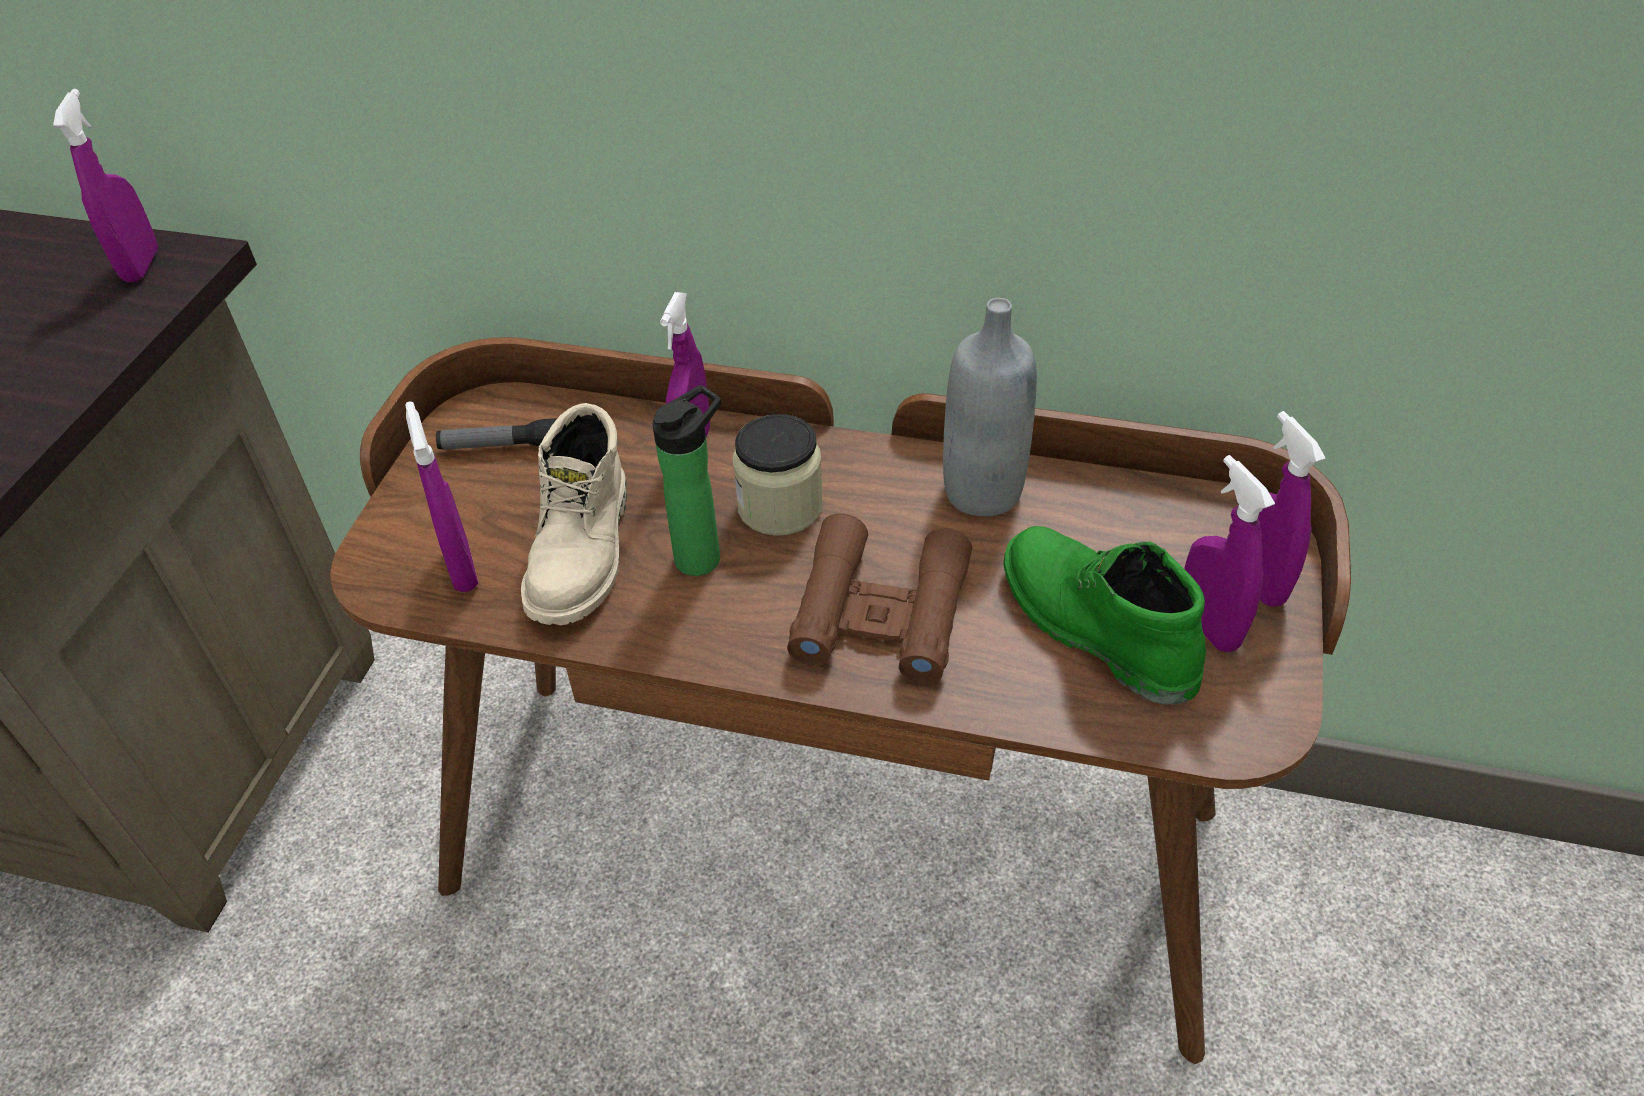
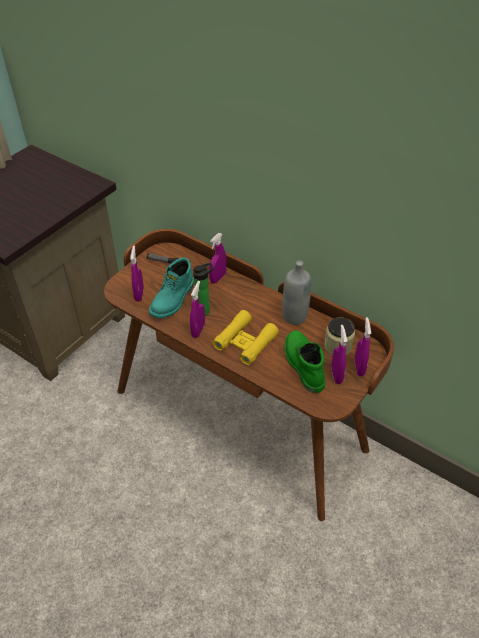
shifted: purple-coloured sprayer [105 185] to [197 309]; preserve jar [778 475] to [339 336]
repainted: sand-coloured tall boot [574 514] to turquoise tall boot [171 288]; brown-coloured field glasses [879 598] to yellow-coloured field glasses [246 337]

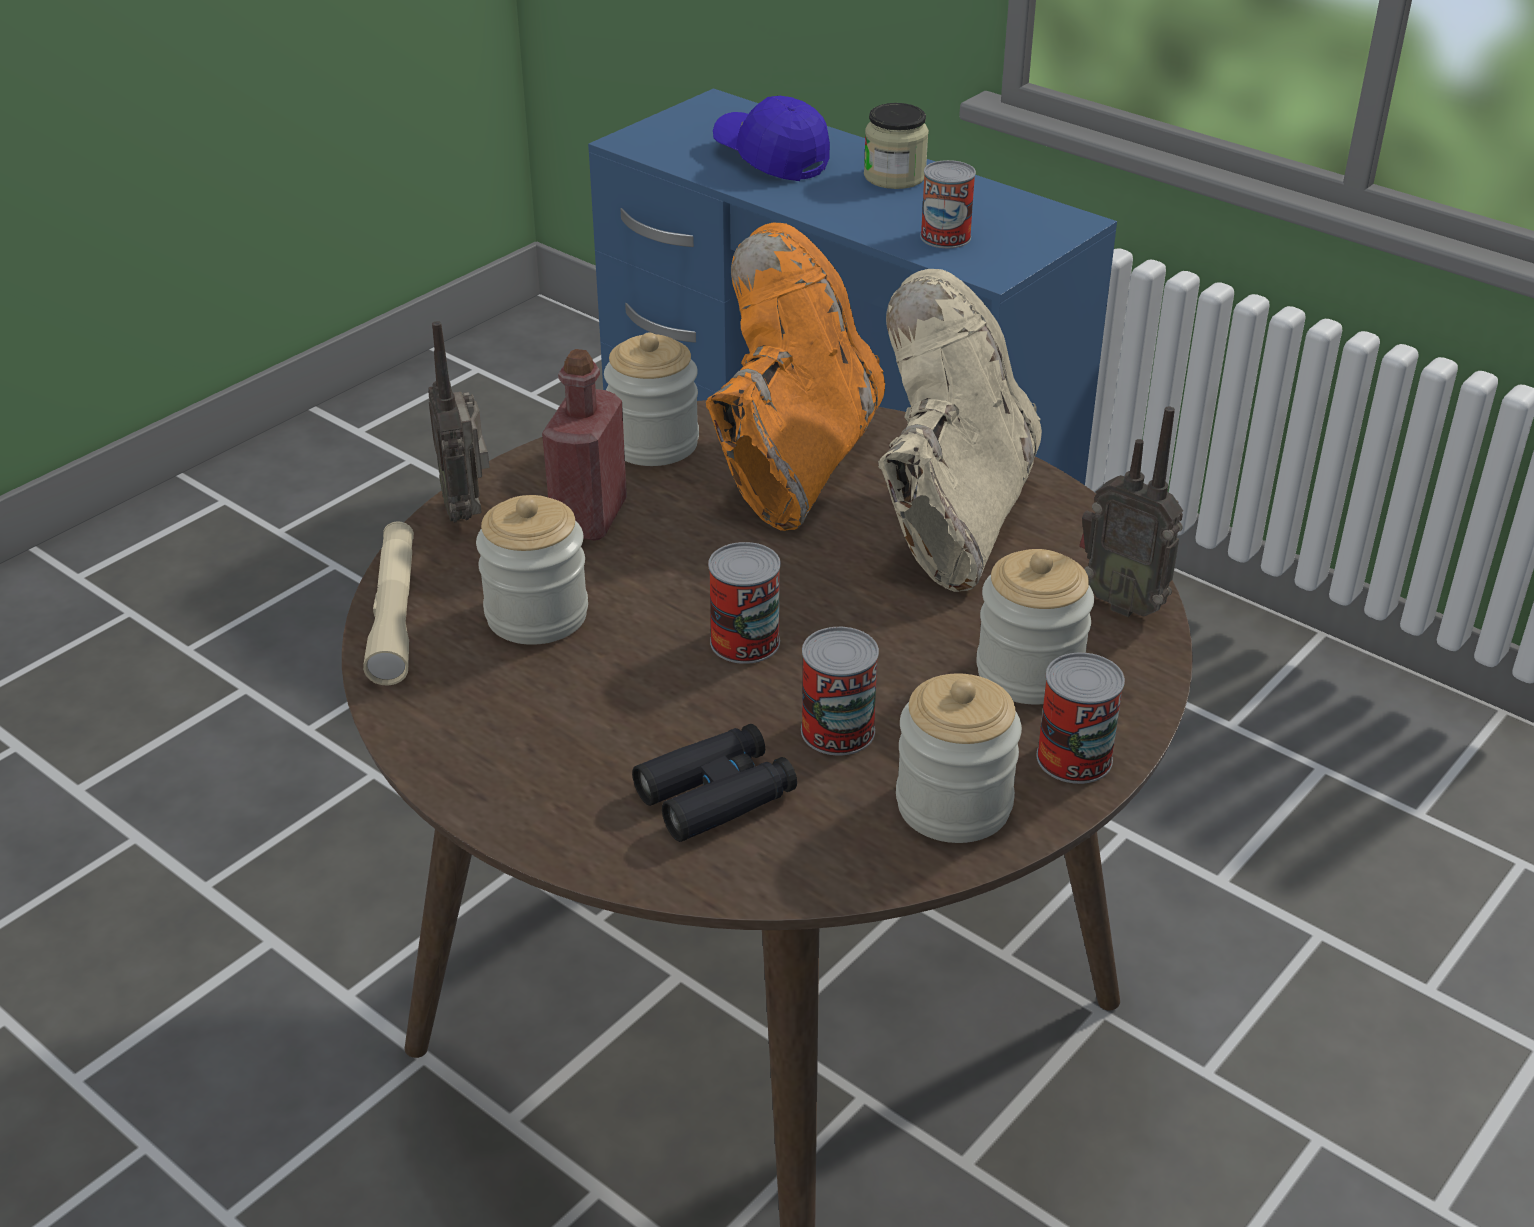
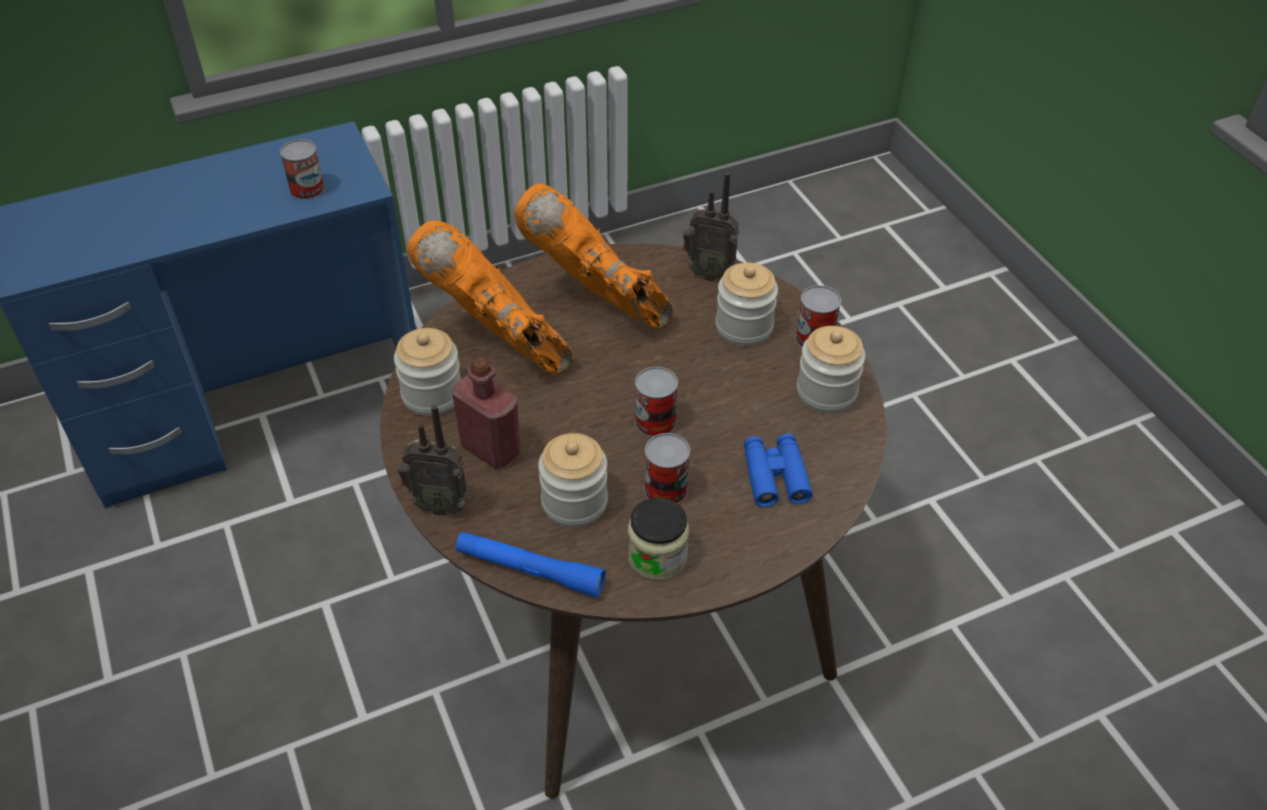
gone: blue cap [771 138]
shifted: preserve jar [896 146] to [658 539]; can [840 691] to [667 468]
repainted: sand-coloured flashlight [388 603] to blue flashlight [530 564]; sand-coloured tall boot [960 430] to orange-coloured tall boot [594 256]; blackish field glasses [714 783] to blue field glasses [778 470]
rotated: radio set [1131 512] = [711 227] 45 degrees clockwise

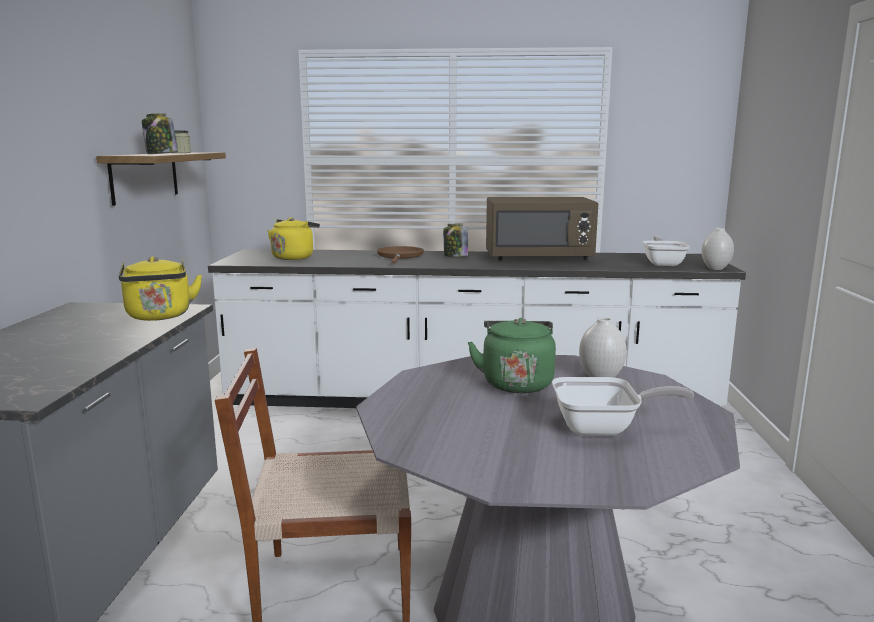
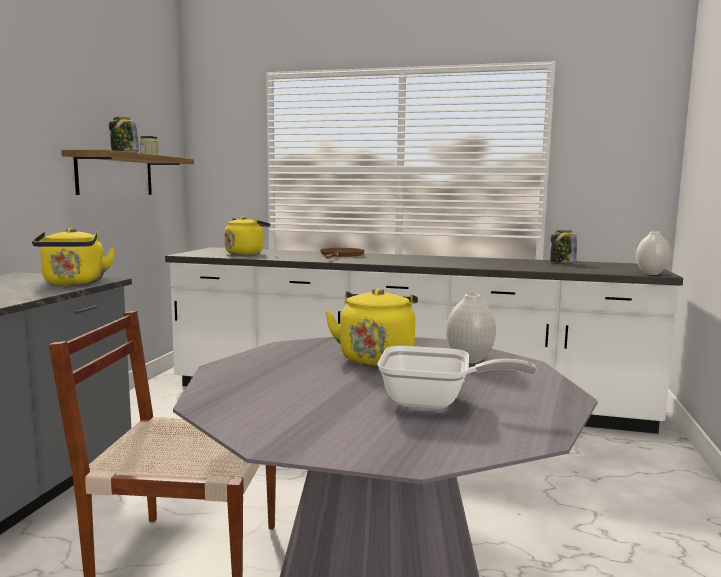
gone: brown-coloured microwave [542 228]; frying pan [666 251]
shifted: preserve jar [455 240] to [563 246]
repainted: green tea kettle [512 355] to yellow-coloured tea kettle [371 327]

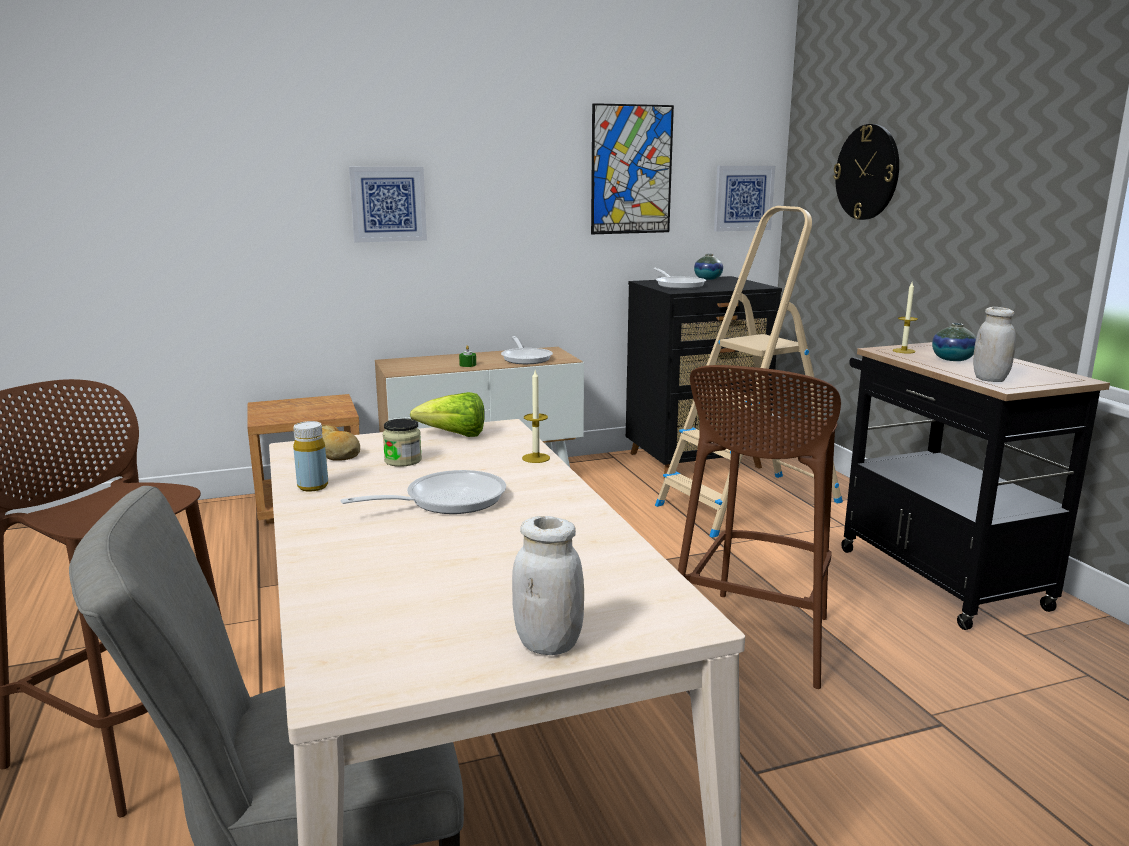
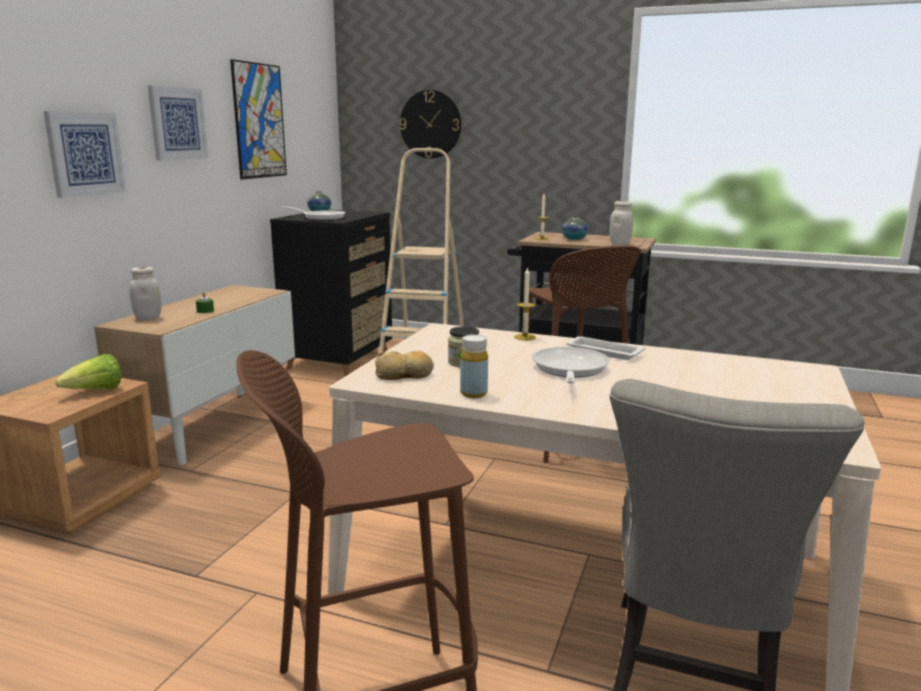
gone: frying pan [527 350]
new: whitish serving tray [605 348]
shifted: head of lettuce [447 414] to [88 371]; whitish preserve jar [548 585] to [145 293]; wall picture [744 199] to [178 123]

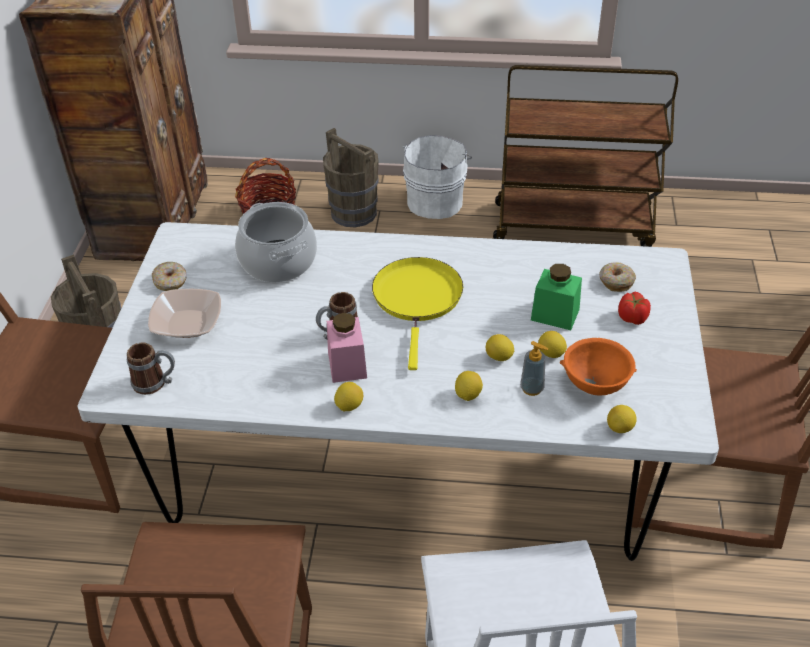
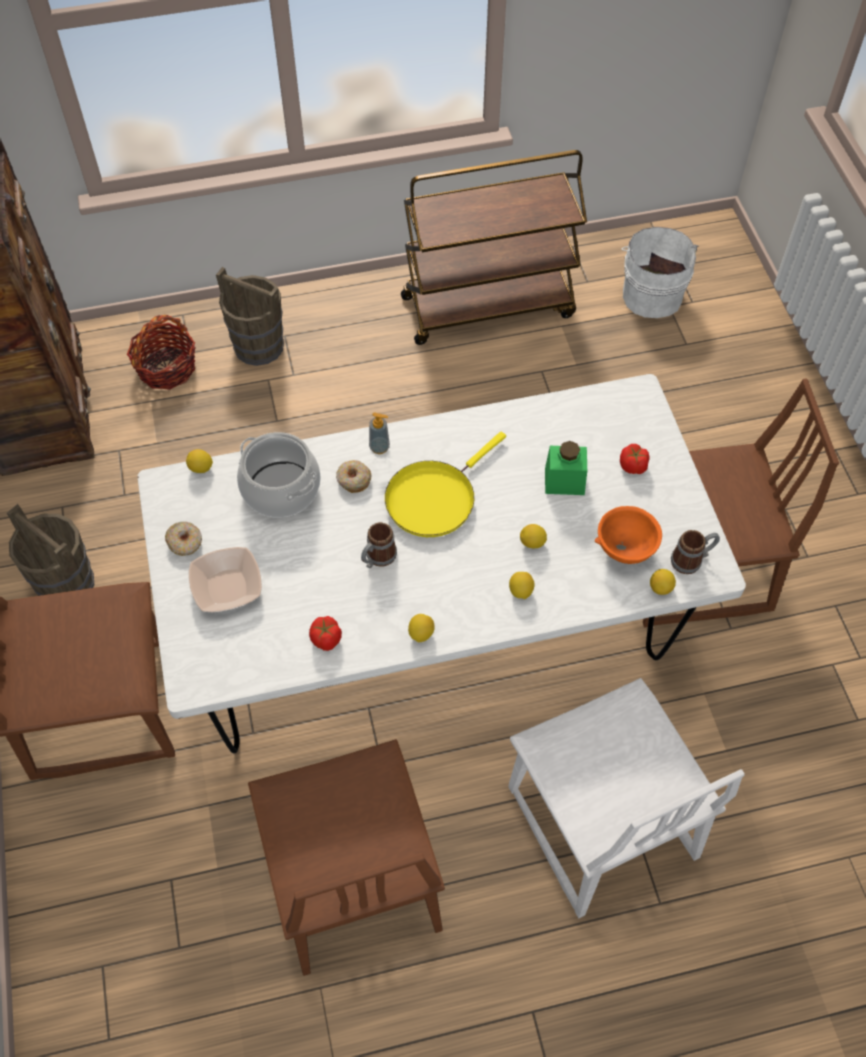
gone: pink preserve jar [347 348]
new: fresh tomato [325 633]
shifted: lemon [552 344] to [199 461]; doughnut [617 277] to [354 476]; liquid soap bottle [534 368] to [379 433]; whitish bucket [437 177] to [660 272]; mug [151 368] to [695 552]
rotated: yellow-coloured frying pan [417 313] = [445 484] 120 degrees counterclockwise

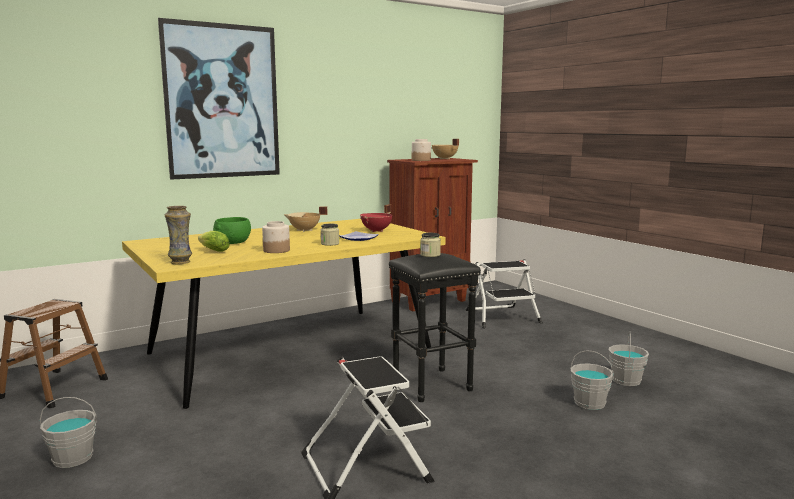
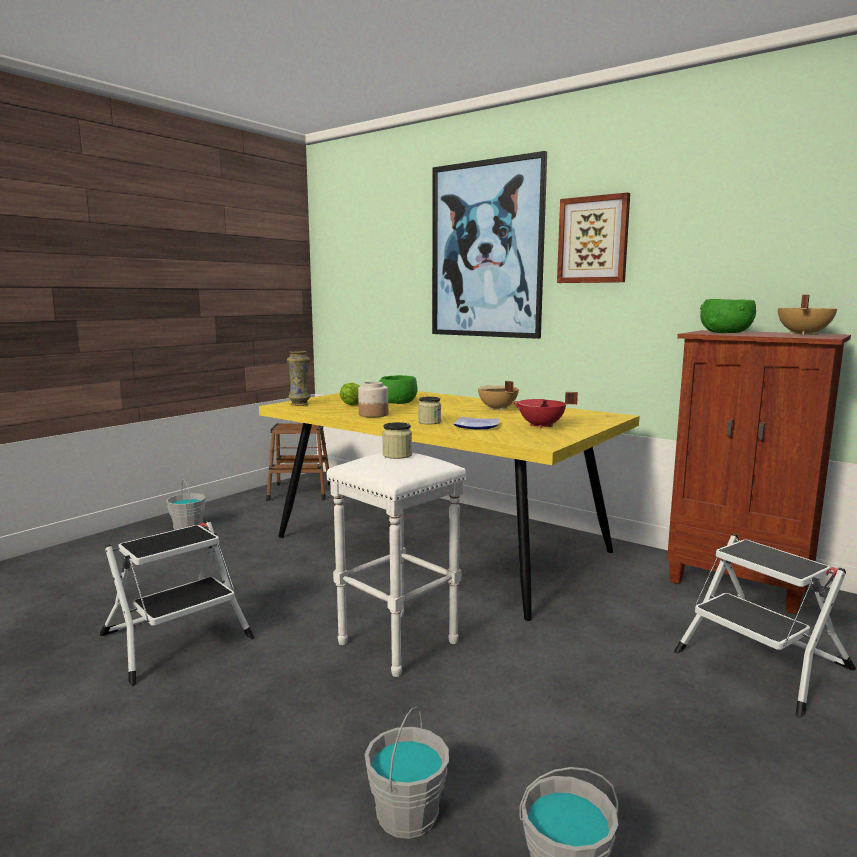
new: wall picture [593 237]
swapped: preserve jar [421 150] to green deep dish [728 316]
repainted: blackish stool [435 327] to whitish stool [396 565]

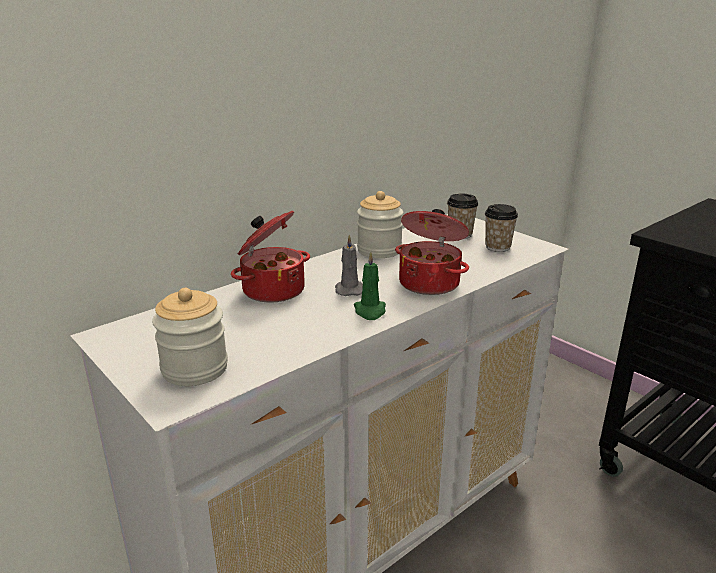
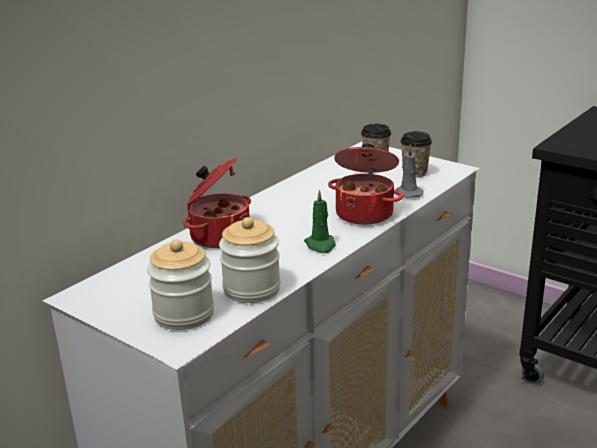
shifted: preserve jar [380 224] to [250 260]; greyish wax candle [349 265] to [409 171]

